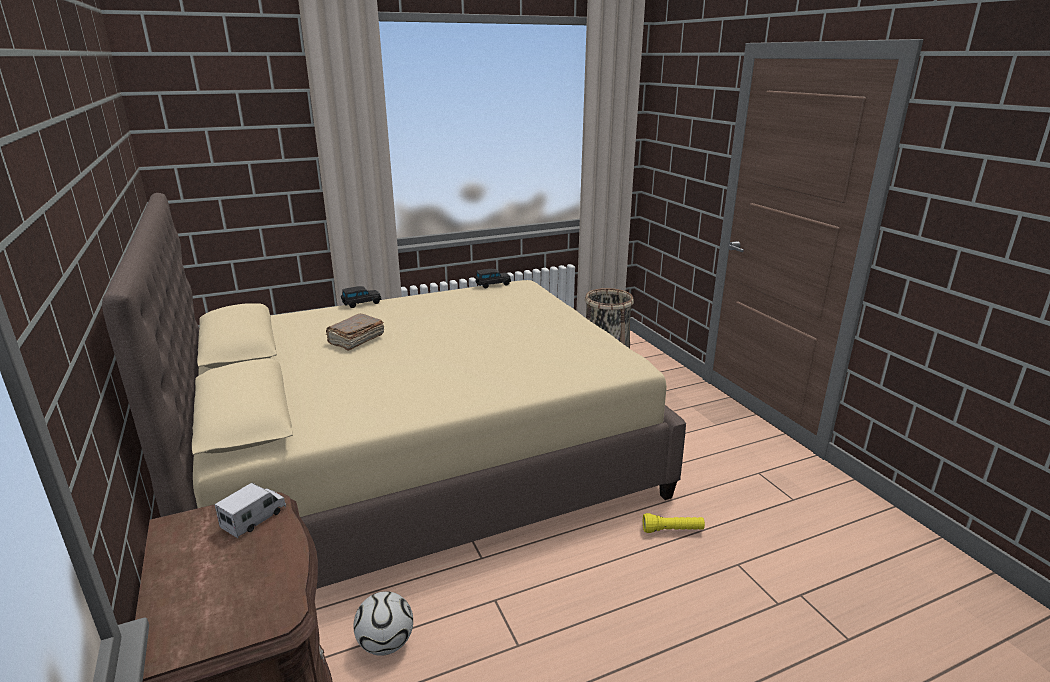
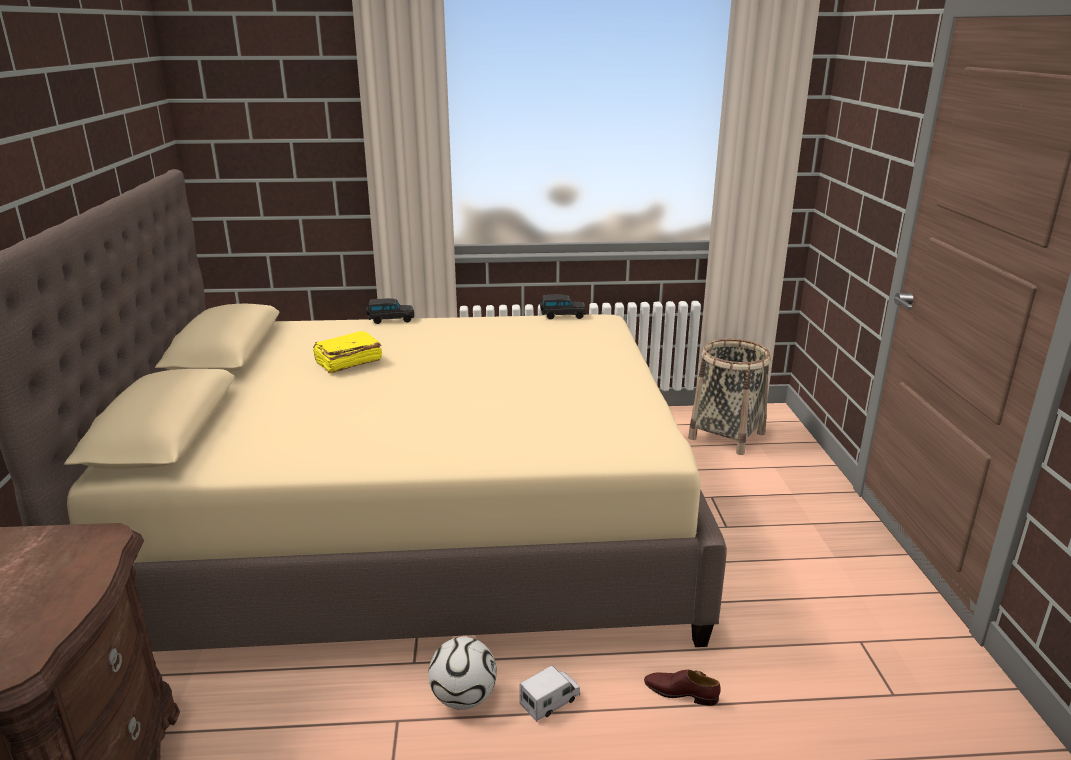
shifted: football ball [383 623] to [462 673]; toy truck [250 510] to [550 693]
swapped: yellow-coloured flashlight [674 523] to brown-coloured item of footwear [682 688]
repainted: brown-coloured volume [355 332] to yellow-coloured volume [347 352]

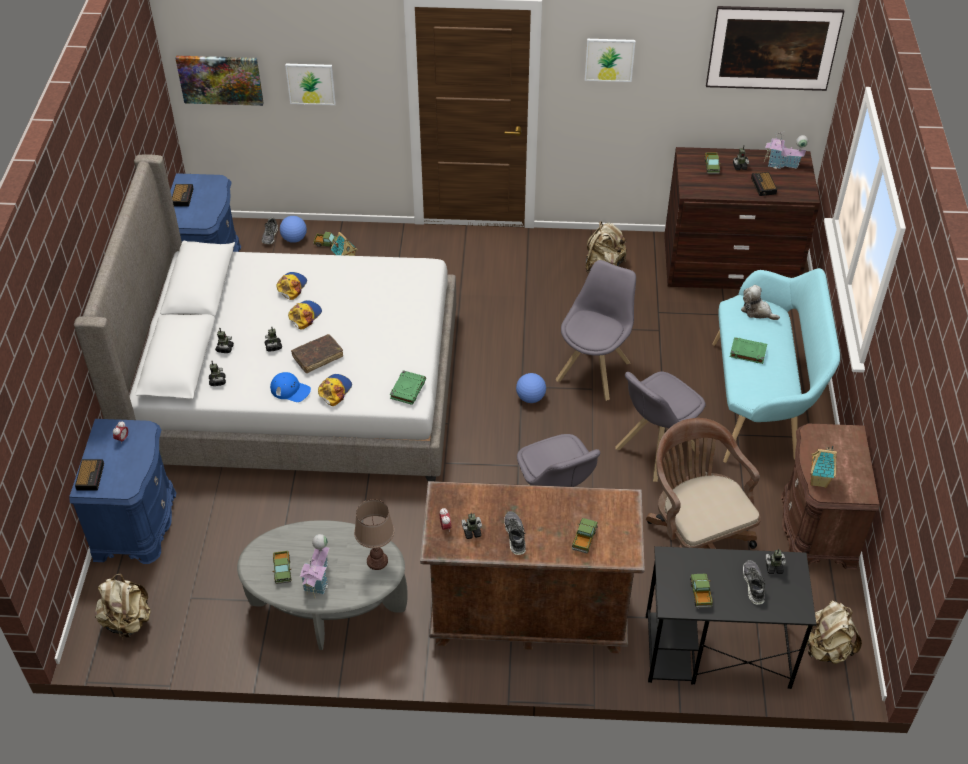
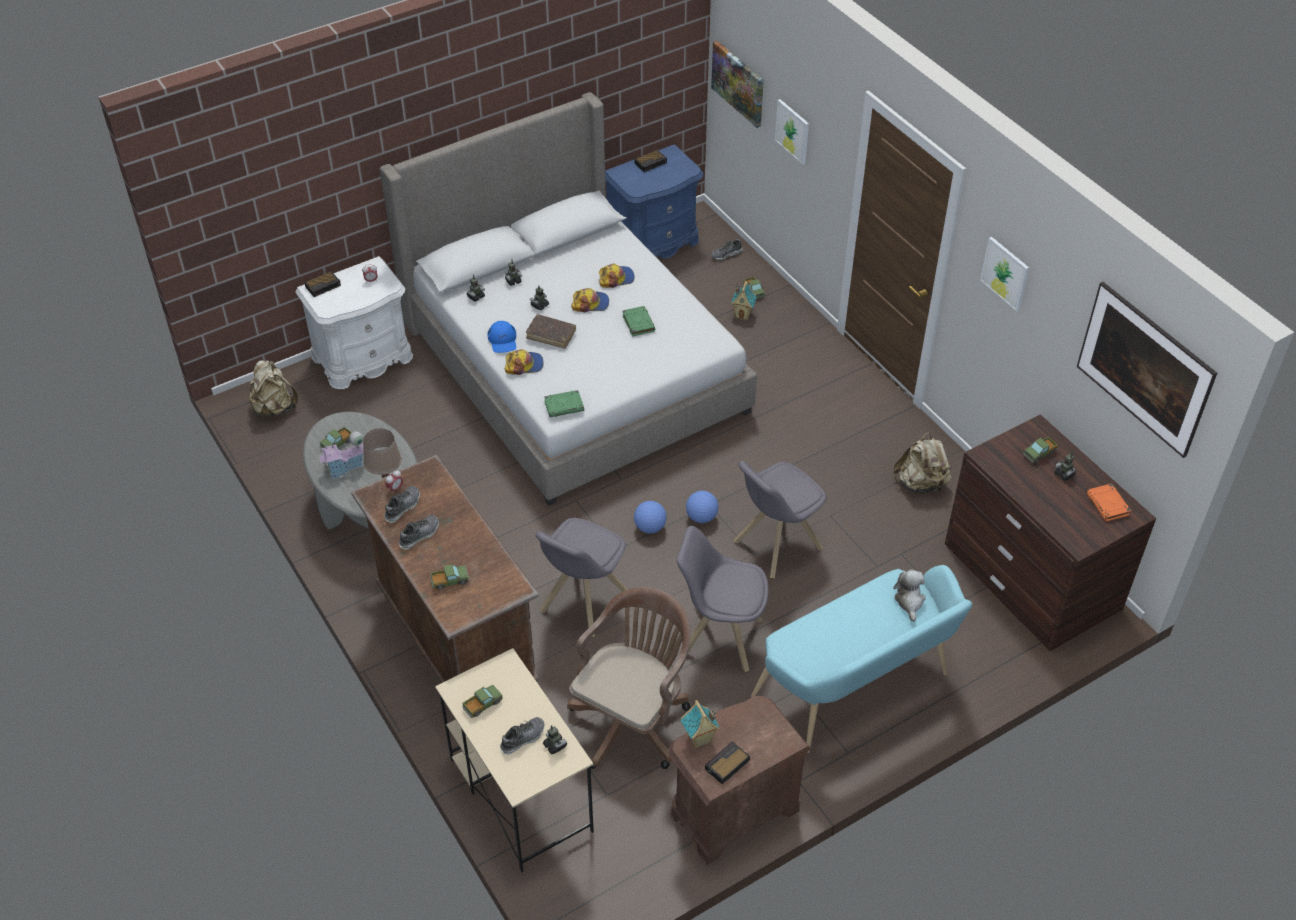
gone: sand-coloured backpack [833 632]
shifted: green volume [748 350] to [639 321]; football ball [293 229] to [650 517]; alarm clock [764 184] to [727 762]
swapped: robot figure [472 526] to item of footwear [402 504]; model house [786 150] to orange-coloured volume [1108 502]
repainted: blue bedside table [122 491] to whitish bedside table [354 322]; blackish desk table [731 617] to sand-coloured desk table [514 760]
rotated: greyish upright chair [596 330] = [780 519] 150 degrees clockwise

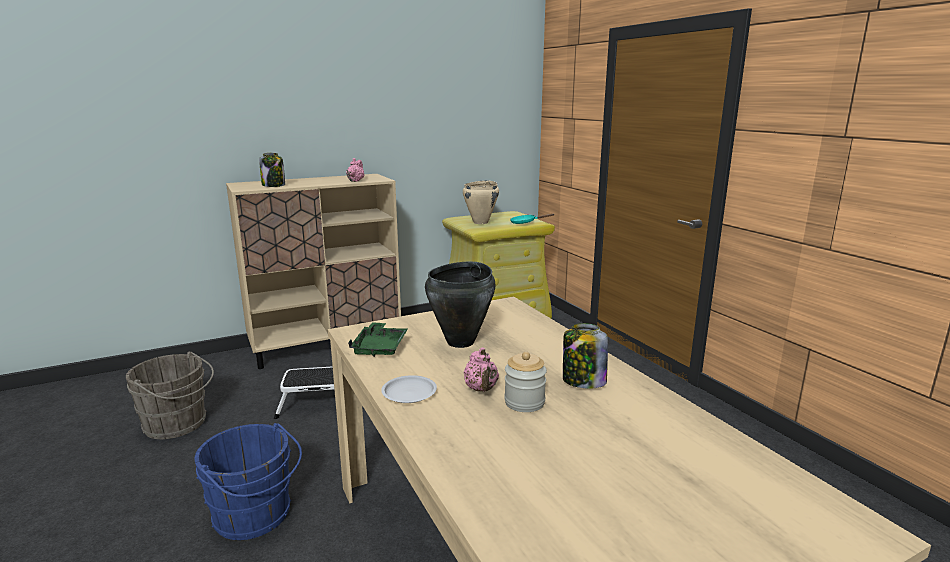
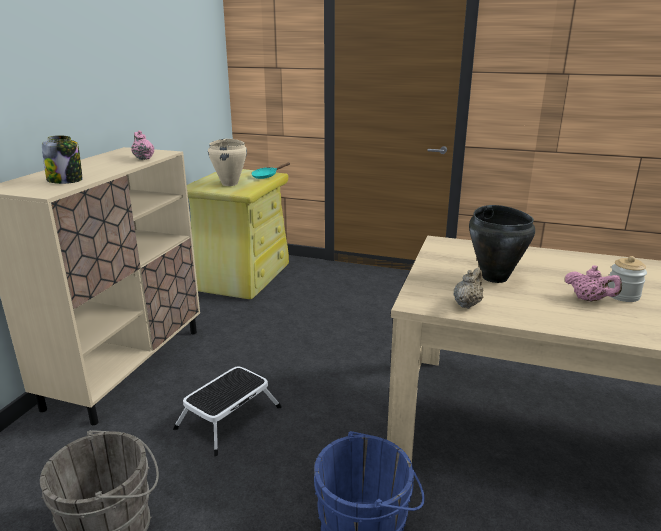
gone: whitish plate [409 389]; preserve jar [585 356]
swapped: green serving tray [378 339] to sand-coloured pot for tea [468 288]

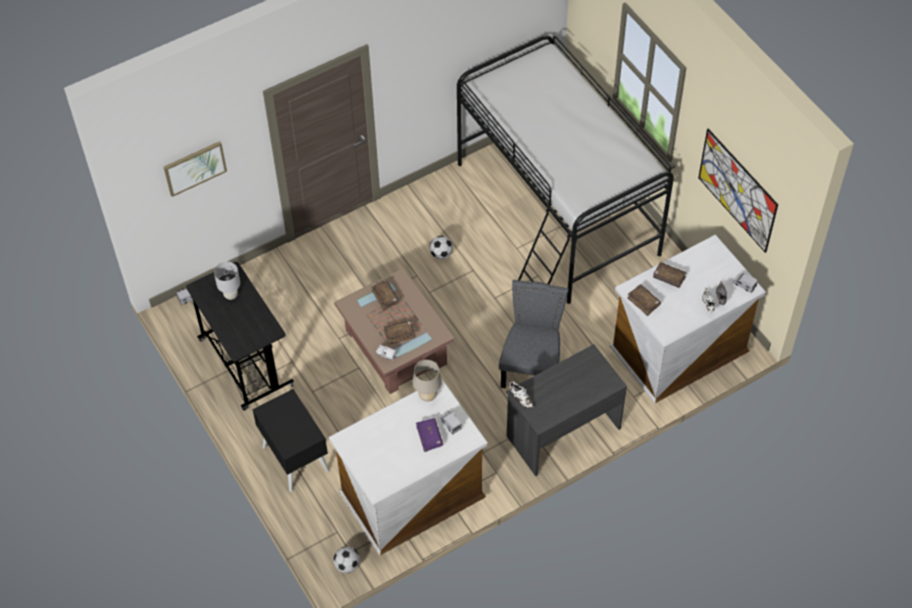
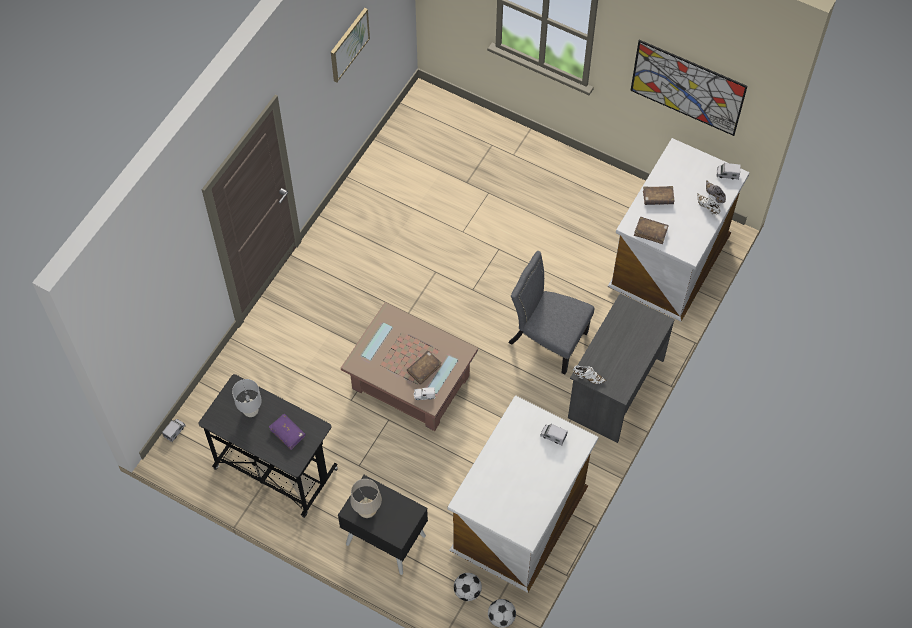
gone: brown-coloured volume [385 295]; blackish bedroom bed [565 169]
shifted: purple-coloured volume [429 435] to [287 432]; wall picture [195 169] to [350 45]; sand-coloured lamp for a table [427 381] to [366 498]; football ball [441 247] to [468 587]
rotated: greyish upright chair [533 334] = [551 313] 45 degrees counterclockwise

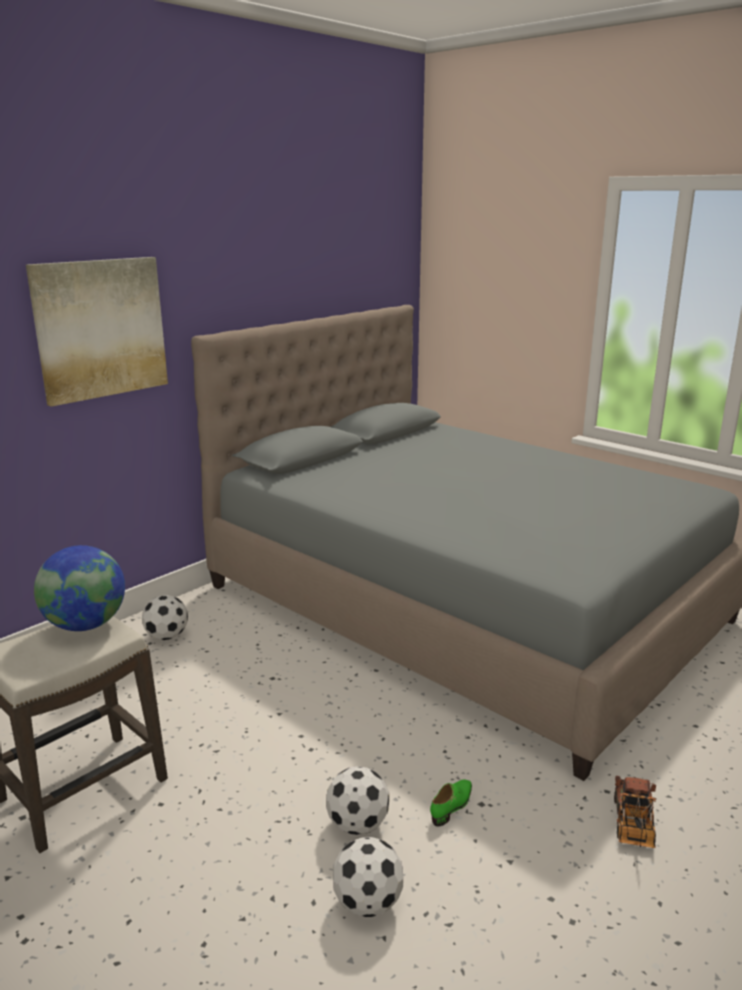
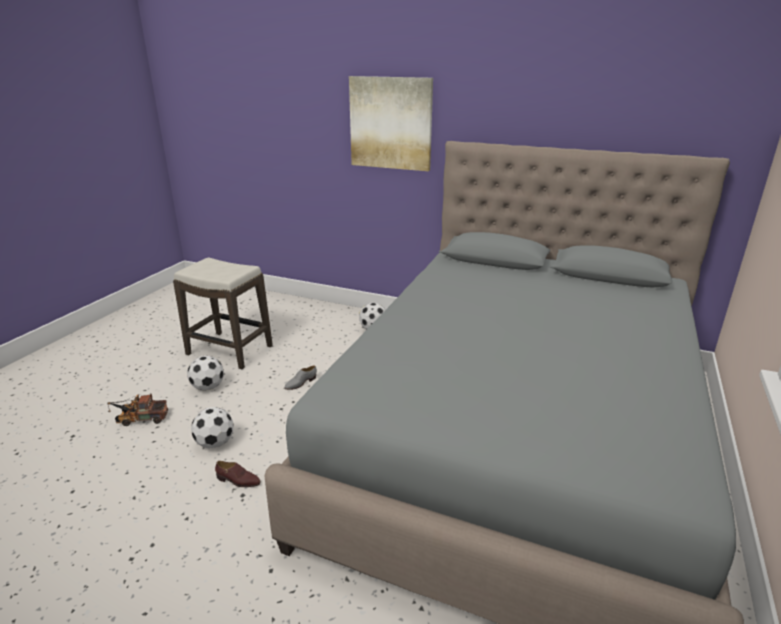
gone: desk globe [79 588]
new: greyish item of footwear [300 377]
shifted: toy truck [635 812] to [137 410]; football ball [368 877] to [205 373]
repainted: green item of footwear [451 803] to brown-coloured item of footwear [238 474]

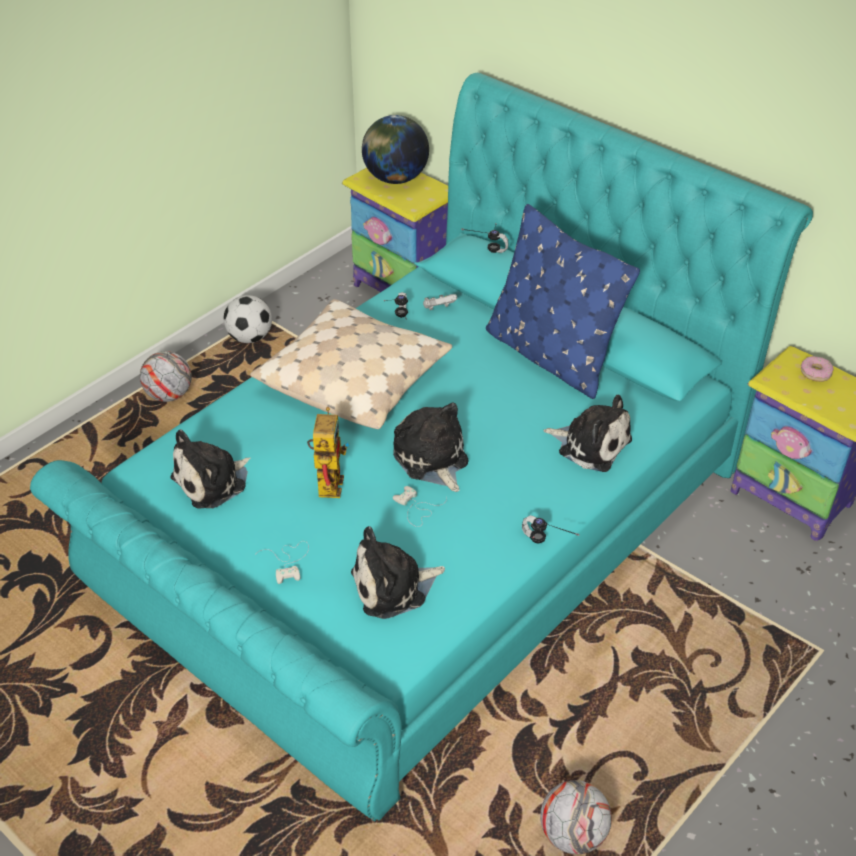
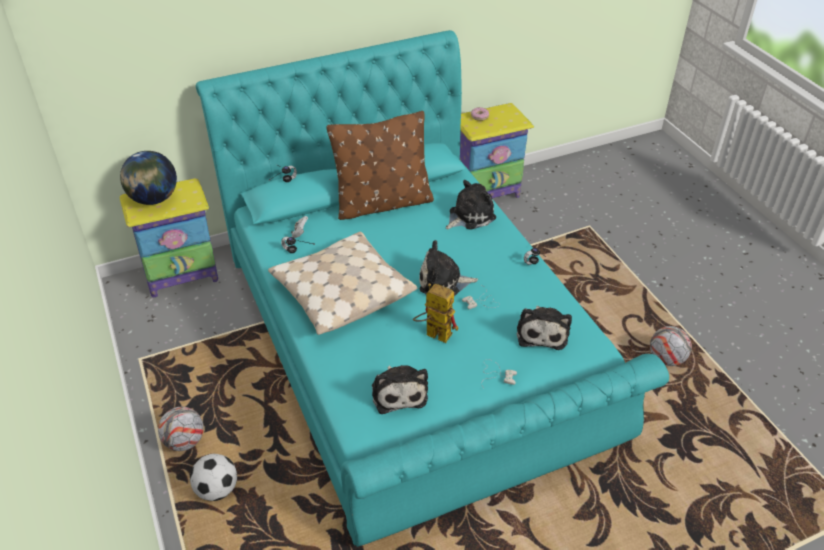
shifted: football ball [247 319] to [213 477]
repainted: blue cushion [563 301] to brown-coloured cushion [380 165]

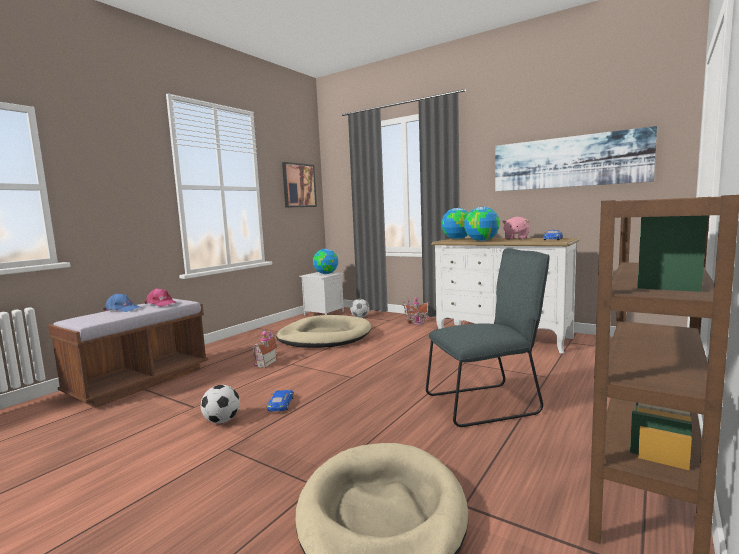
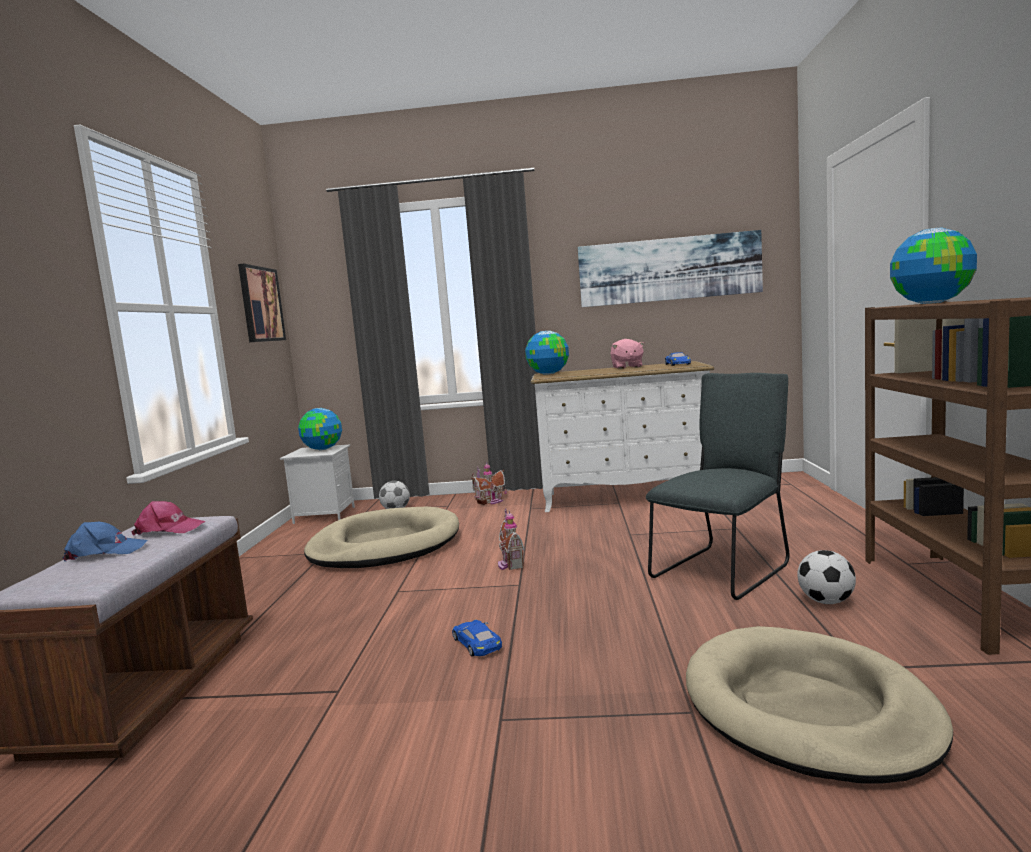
shifted: model house [265 348] to [511 539]; football ball [220 404] to [826 577]; desk globe [482 224] to [933 266]

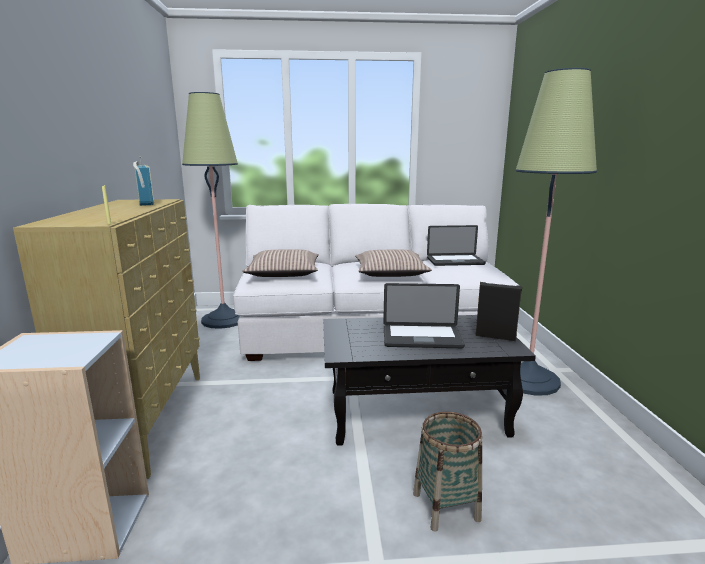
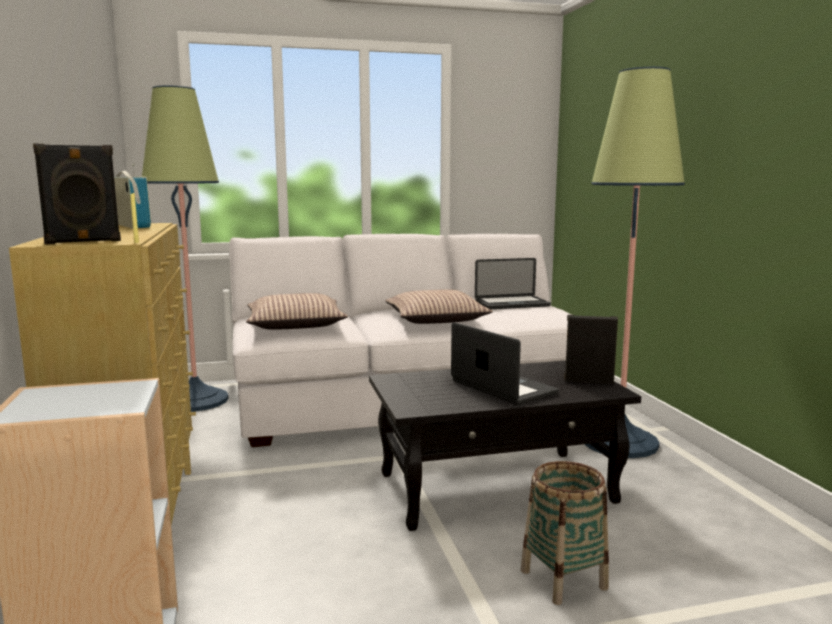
new: blackish audio speaker [77 194]
rotated: laptop [424 315] = [504 363] 120 degrees counterclockwise

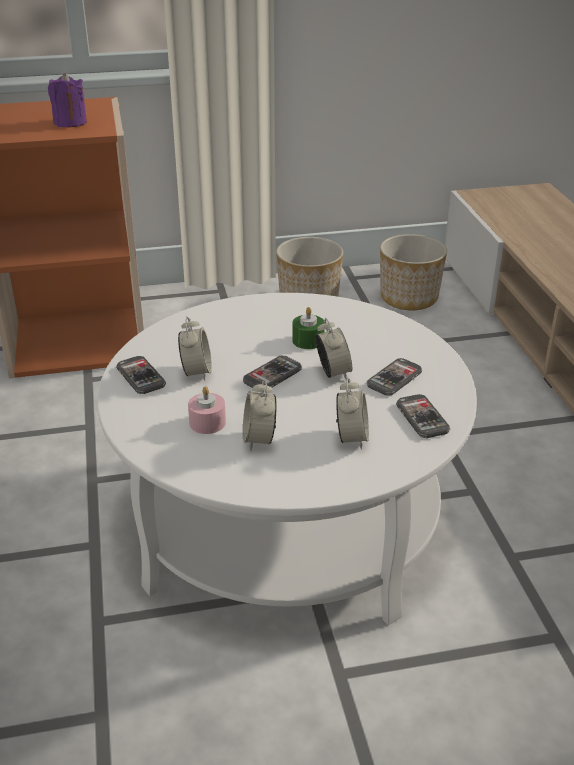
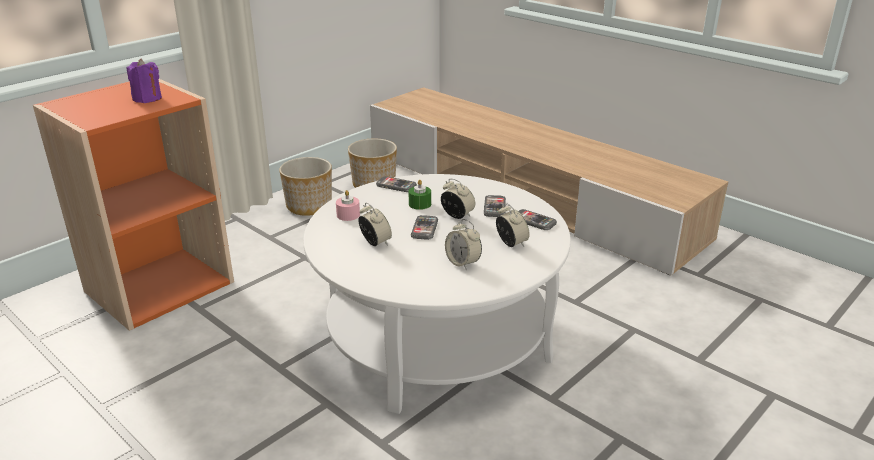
shifted: pink wax candle [207 410] to [348 205]; handset [141 375] to [396 184]

